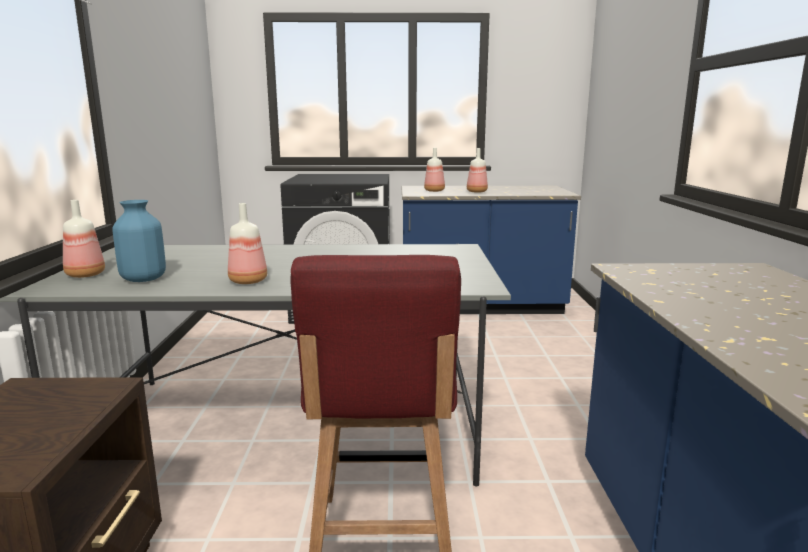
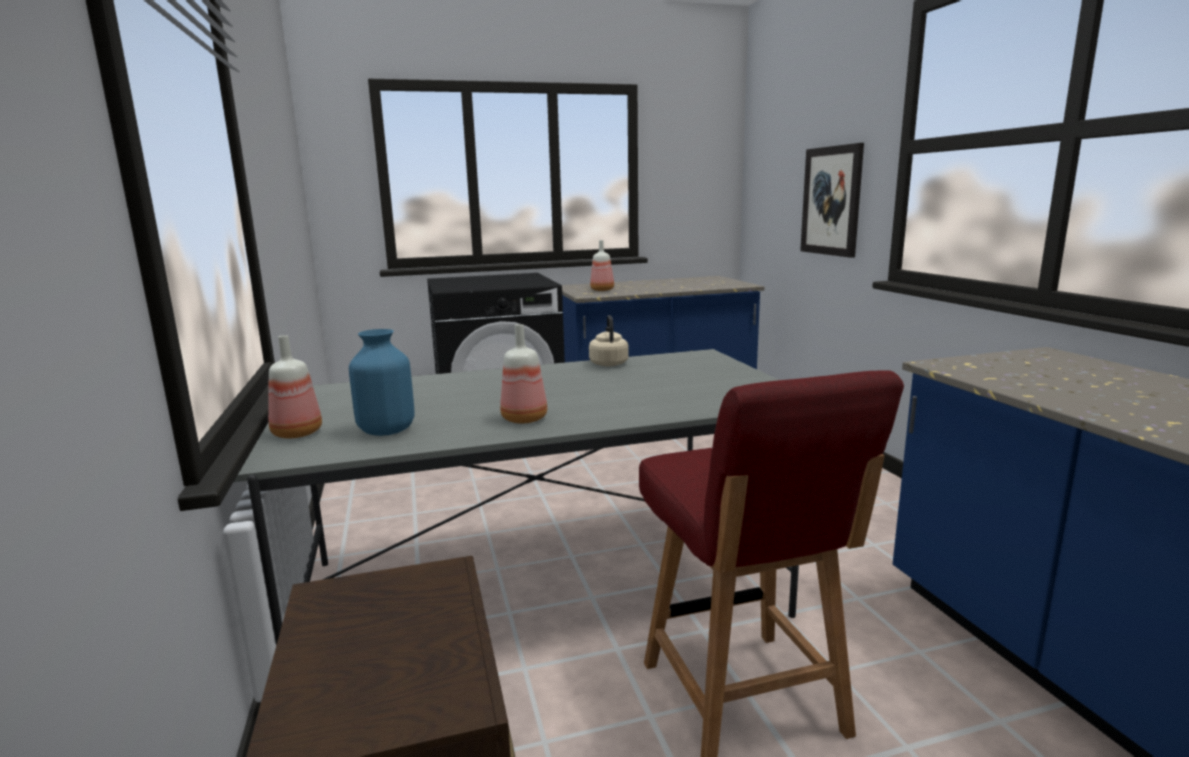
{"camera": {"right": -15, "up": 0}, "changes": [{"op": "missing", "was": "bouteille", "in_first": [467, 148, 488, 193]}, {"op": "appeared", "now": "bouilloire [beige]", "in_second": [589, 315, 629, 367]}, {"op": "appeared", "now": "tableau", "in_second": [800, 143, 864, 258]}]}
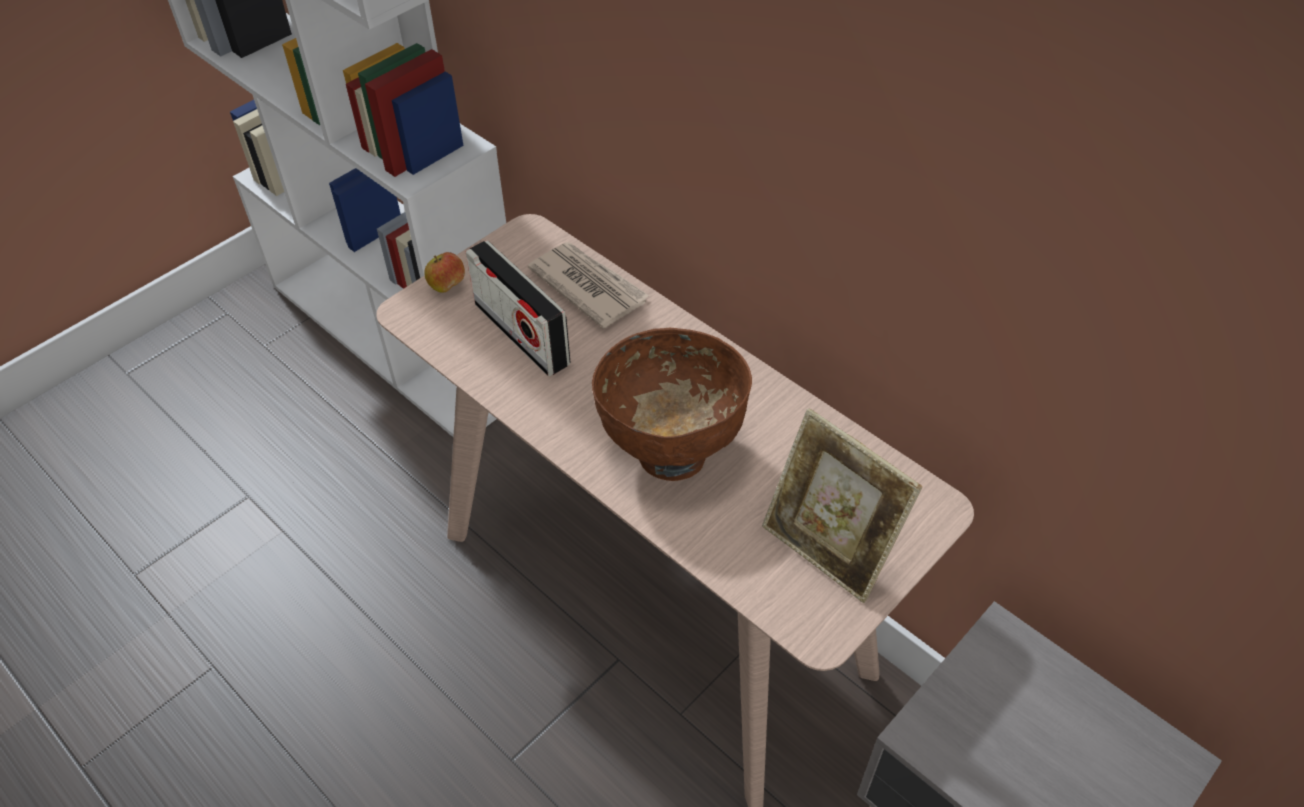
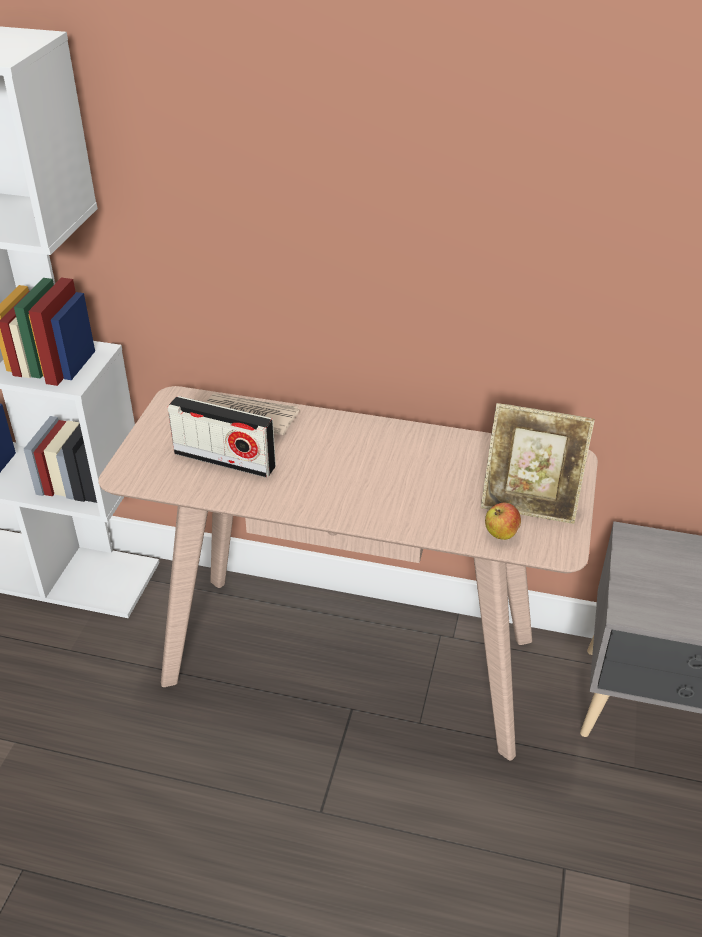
{"camera": {"right": -30, "up": -10}, "changes": [{"op": "relocated", "was": "pomme", "in_first": [424, 252, 465, 292], "in_second": [485, 503, 521, 540]}, {"op": "missing", "was": "bol [marron]", "in_first": [592, 328, 752, 481]}]}
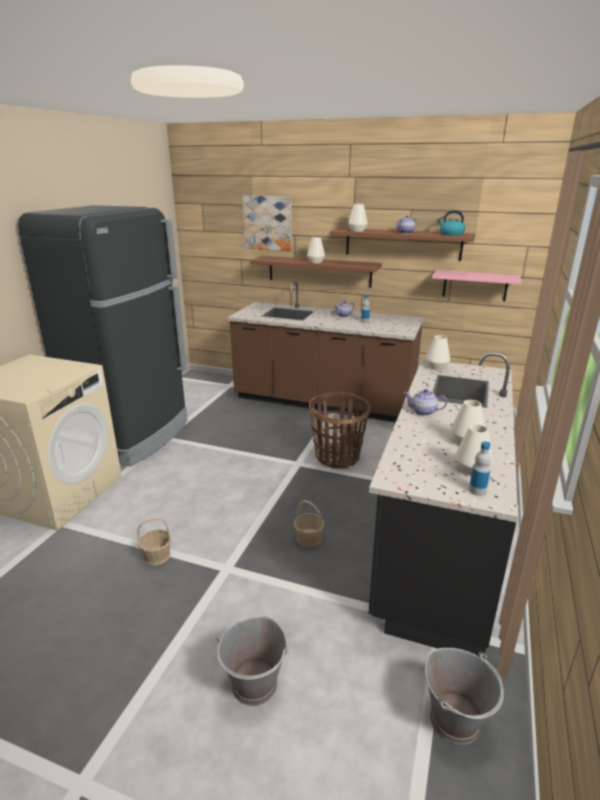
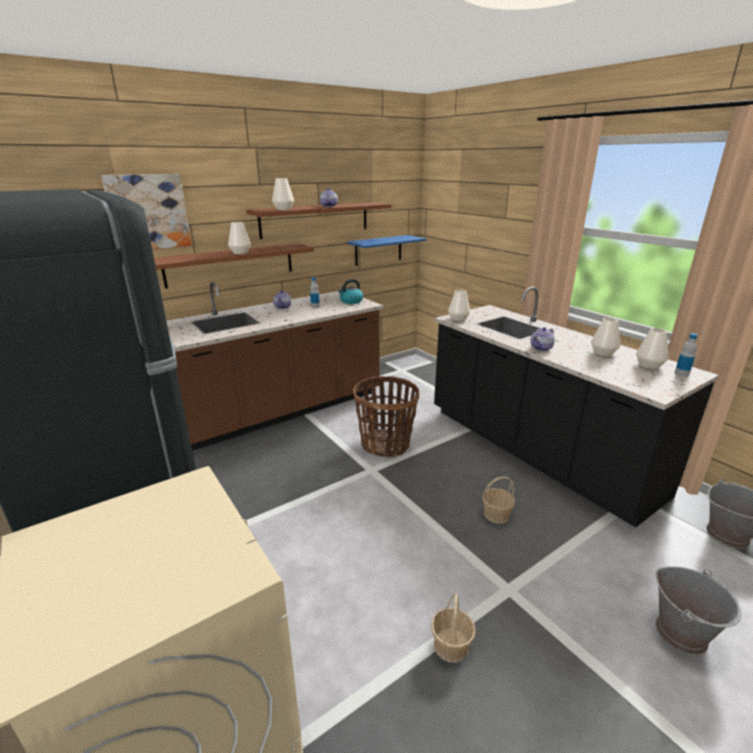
{"camera": {"right": -55, "up": 0}, "changes": [{"op": "colour", "was": "étagère [rose]", "now": "étagère [bleu]", "in_first": [432, 270, 522, 301], "in_second": [347, 235, 427, 266]}, {"op": "relocated", "was": "bouilloire", "in_first": [437, 210, 465, 236], "in_second": [338, 279, 363, 304]}]}
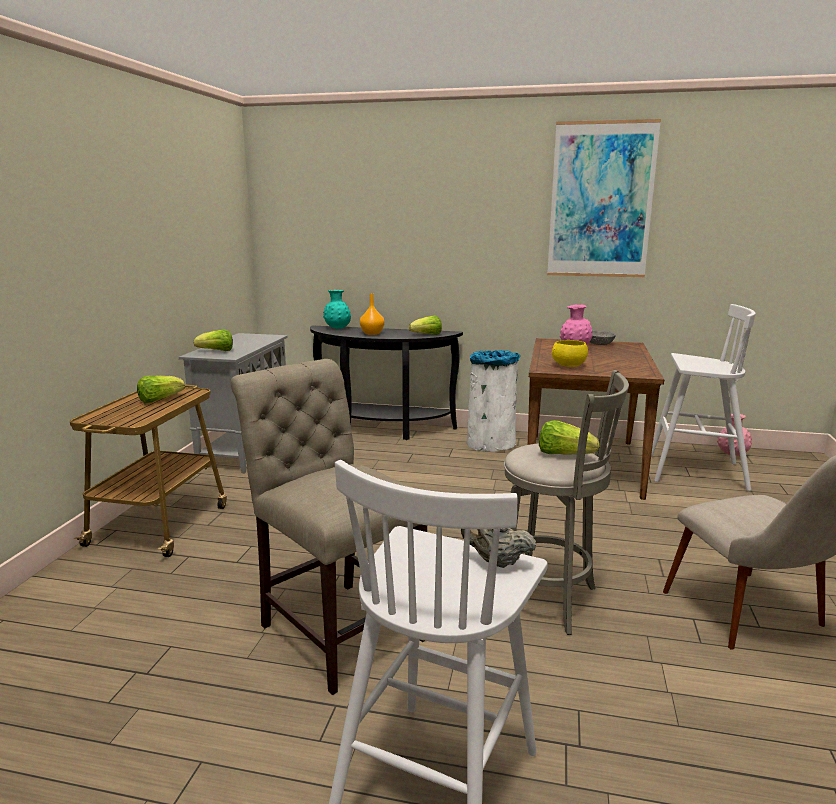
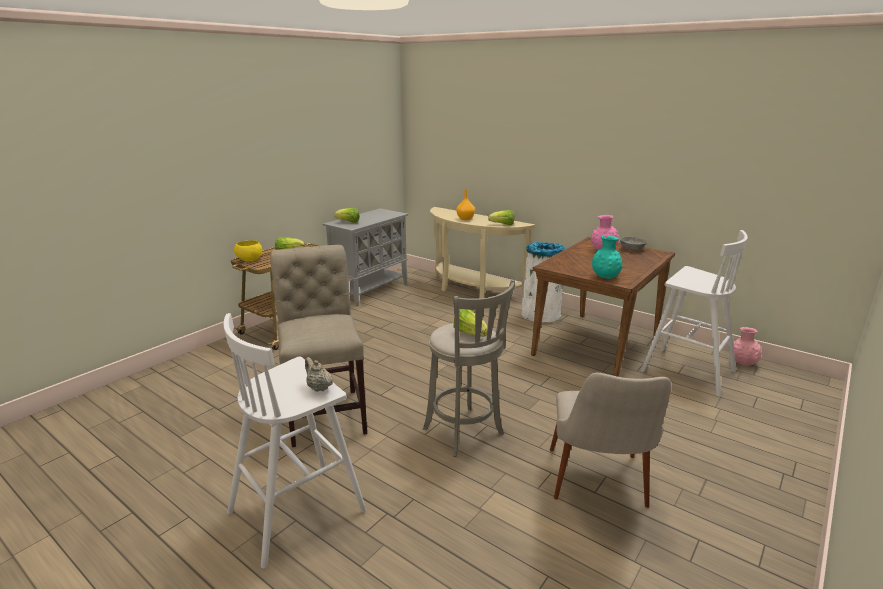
{"camera": {"right": 25, "up": 5}, "changes": [{"op": "colour", "was": "table console [noir]", "now": "table console [beige]", "in_first": [310, 326, 463, 440], "in_second": [430, 207, 535, 298]}, {"op": "relocated", "was": "vase [turquoise]", "in_first": [323, 290, 351, 329], "in_second": [591, 236, 623, 279]}, {"op": "missing", "was": "tableau", "in_first": [547, 119, 661, 277]}, {"op": "relocated", "was": "bol [jaune]", "in_first": [552, 340, 588, 367], "in_second": [234, 240, 263, 261]}]}
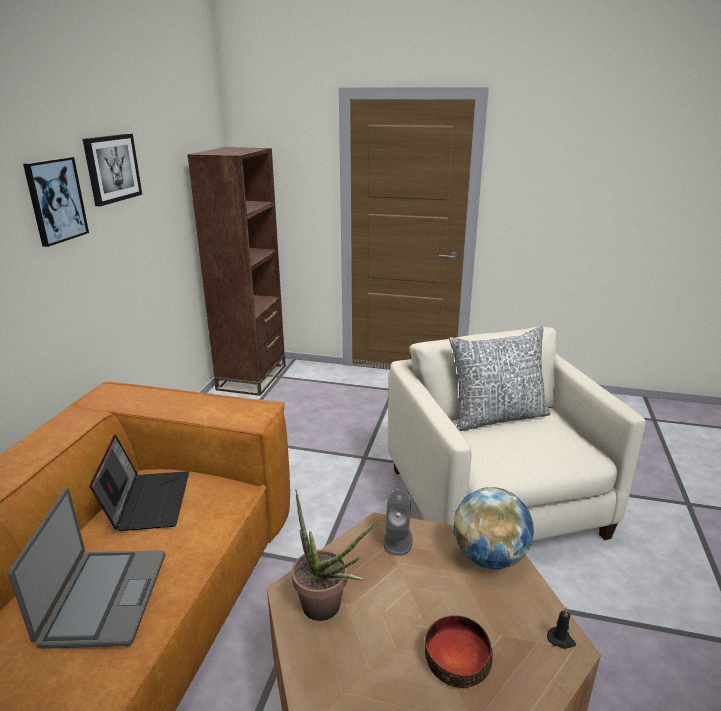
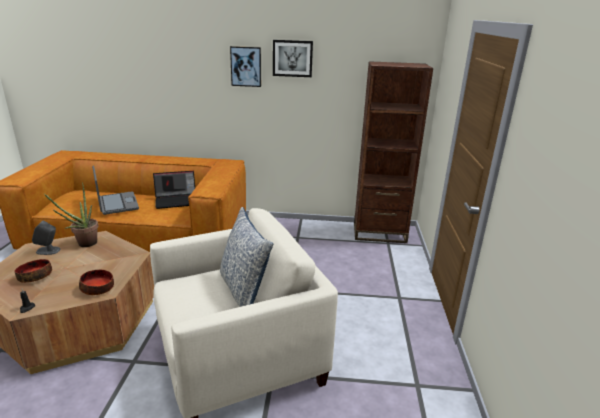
{"camera": {"right": 80, "up": 0}, "changes": [{"op": "spun", "was": "ordinateur portable", "in_first": [8, 488, 165, 649], "in_second": [92, 165, 139, 215], "clockwise": -105}, {"op": "relocated", "was": "enceinte [gris]", "in_first": [384, 488, 412, 556], "in_second": [32, 220, 60, 255]}, {"op": "exchanged", "was": "globe", "now": "bol", "in_first": [453, 487, 534, 569], "in_second": [79, 270, 114, 295]}]}
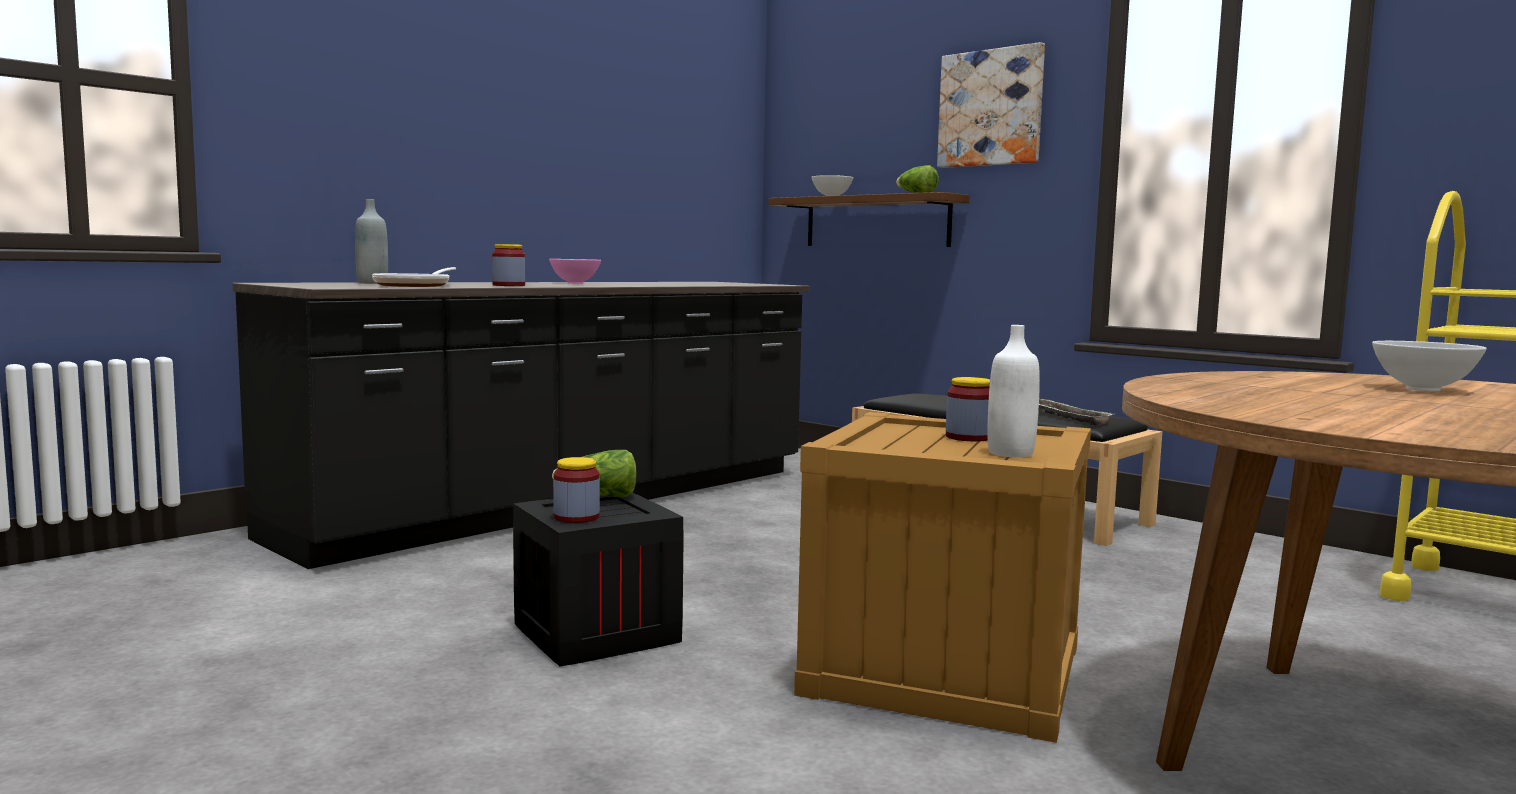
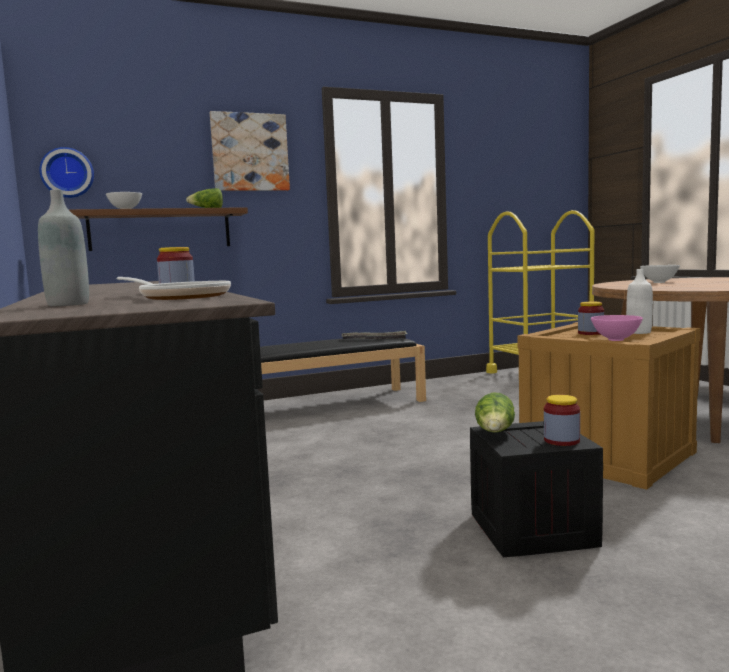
{"camera": {"right": -65, "up": 0}, "changes": [{"op": "relocated", "was": "bol [rose]", "in_first": [549, 259, 601, 284], "in_second": [591, 315, 643, 341]}, {"op": "appeared", "now": "horloge murale", "in_second": [39, 147, 94, 198]}]}
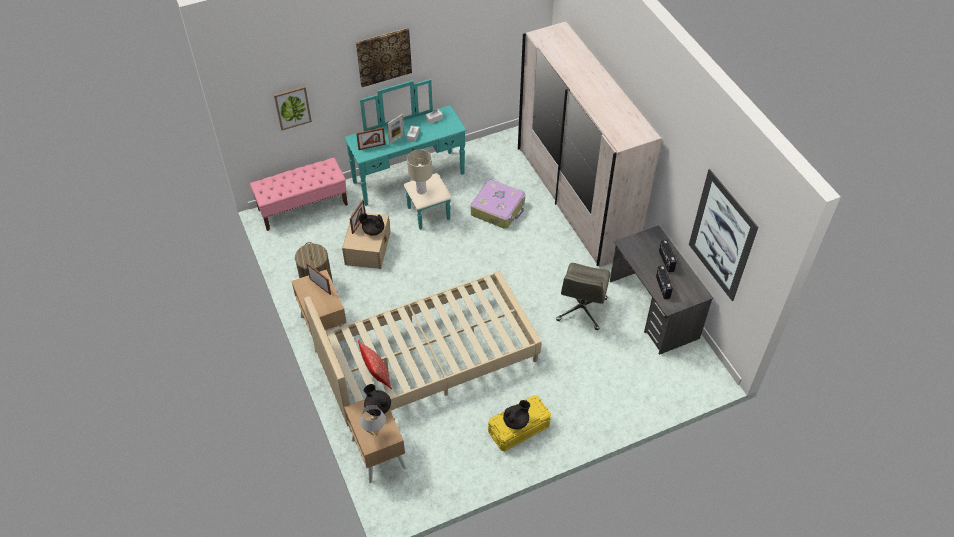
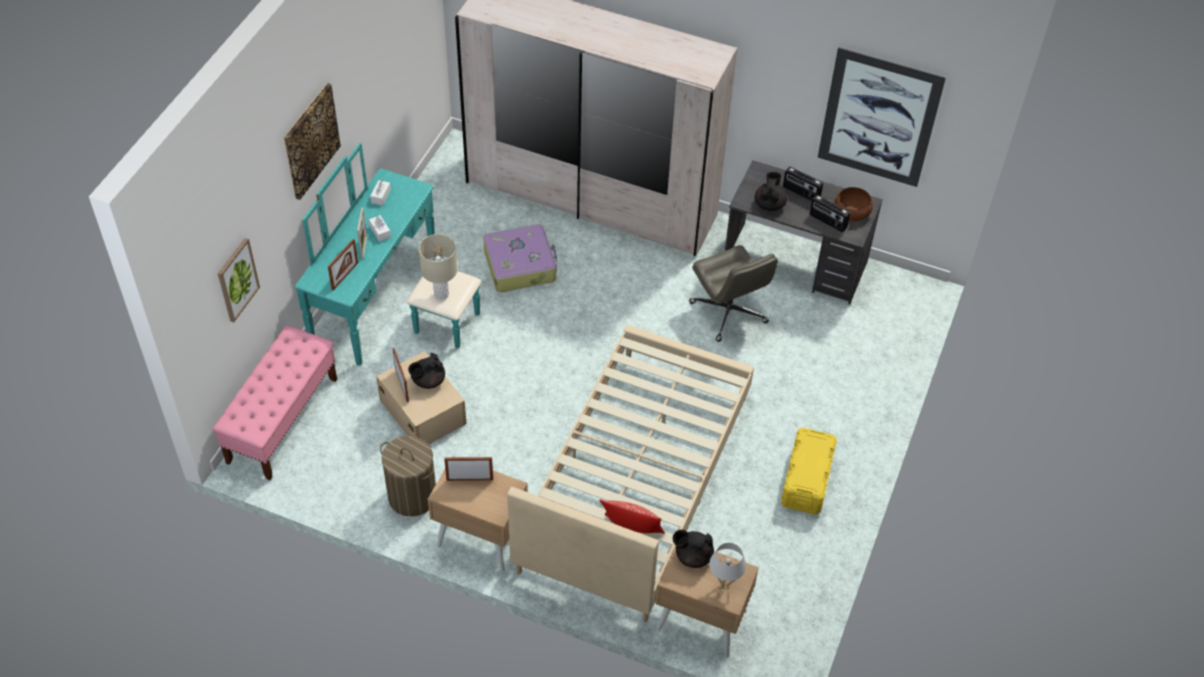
{"camera": {"right": -45, "up": 0}, "changes": [{"op": "relocated", "was": "théière [noir]", "in_first": [503, 400, 530, 429], "in_second": [755, 172, 788, 211]}, {"op": "appeared", "now": "bol [marron]", "in_second": [834, 187, 873, 221]}]}
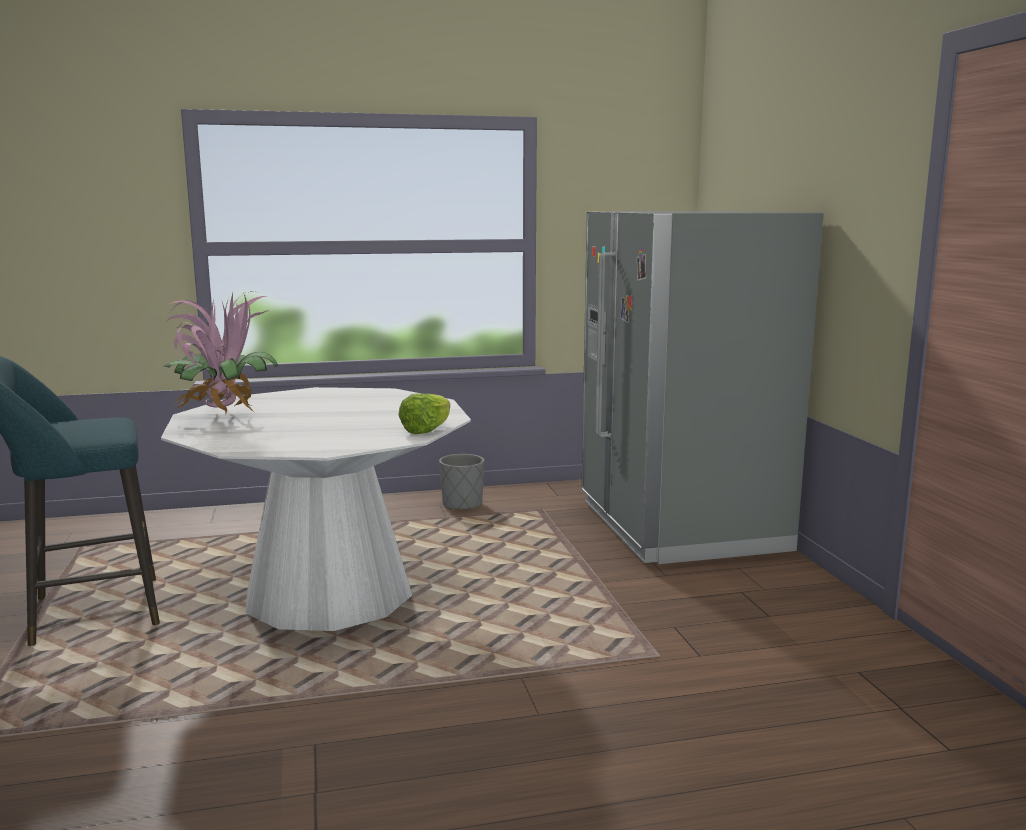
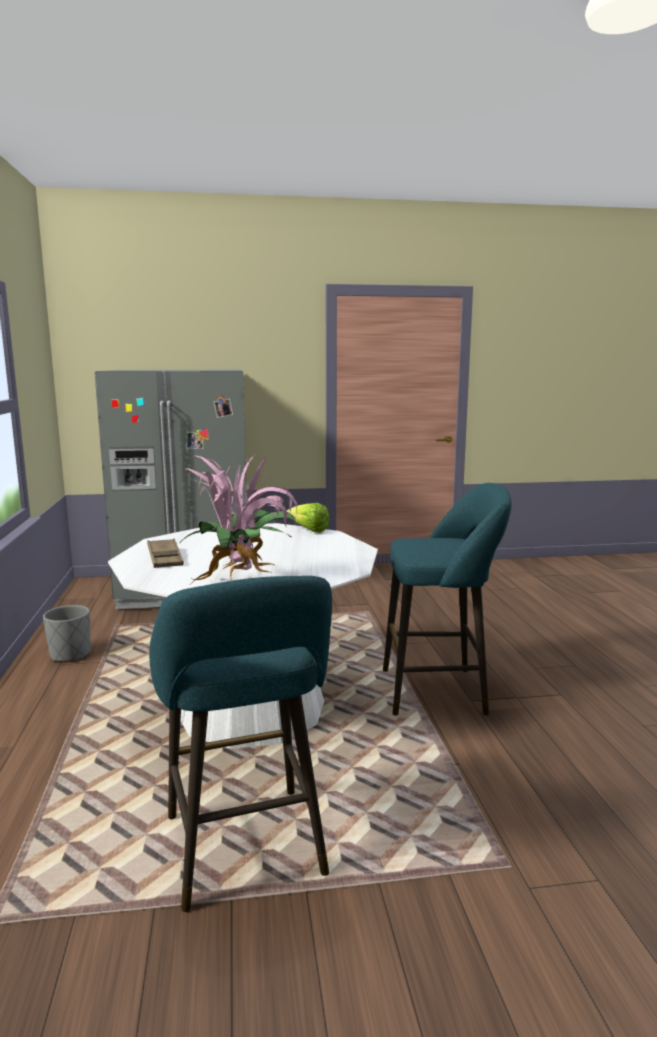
{"camera": {"right": -85, "up": 0}, "changes": [{"op": "appeared", "now": "plateau [marron]", "in_second": [147, 539, 184, 568]}, {"op": "appeared", "now": "tabouret [turquoise]", "in_second": [383, 483, 512, 716]}]}
